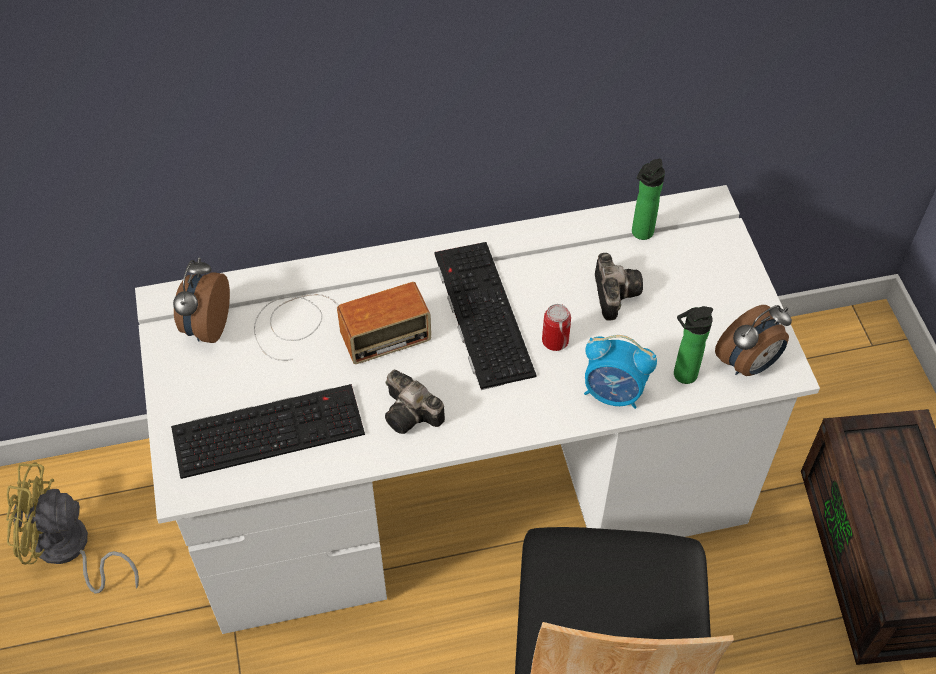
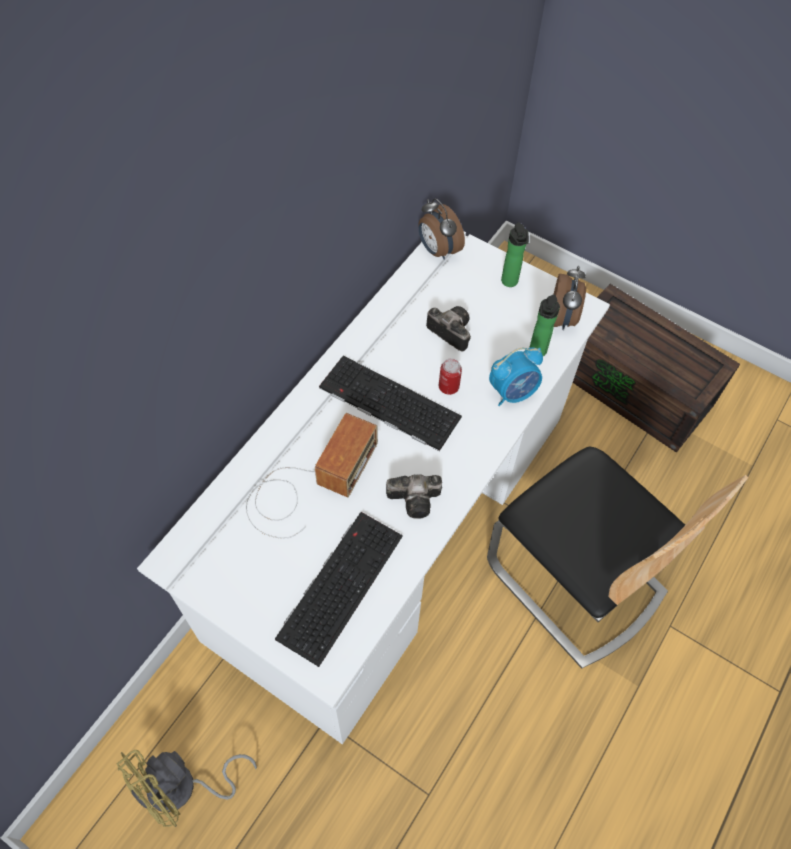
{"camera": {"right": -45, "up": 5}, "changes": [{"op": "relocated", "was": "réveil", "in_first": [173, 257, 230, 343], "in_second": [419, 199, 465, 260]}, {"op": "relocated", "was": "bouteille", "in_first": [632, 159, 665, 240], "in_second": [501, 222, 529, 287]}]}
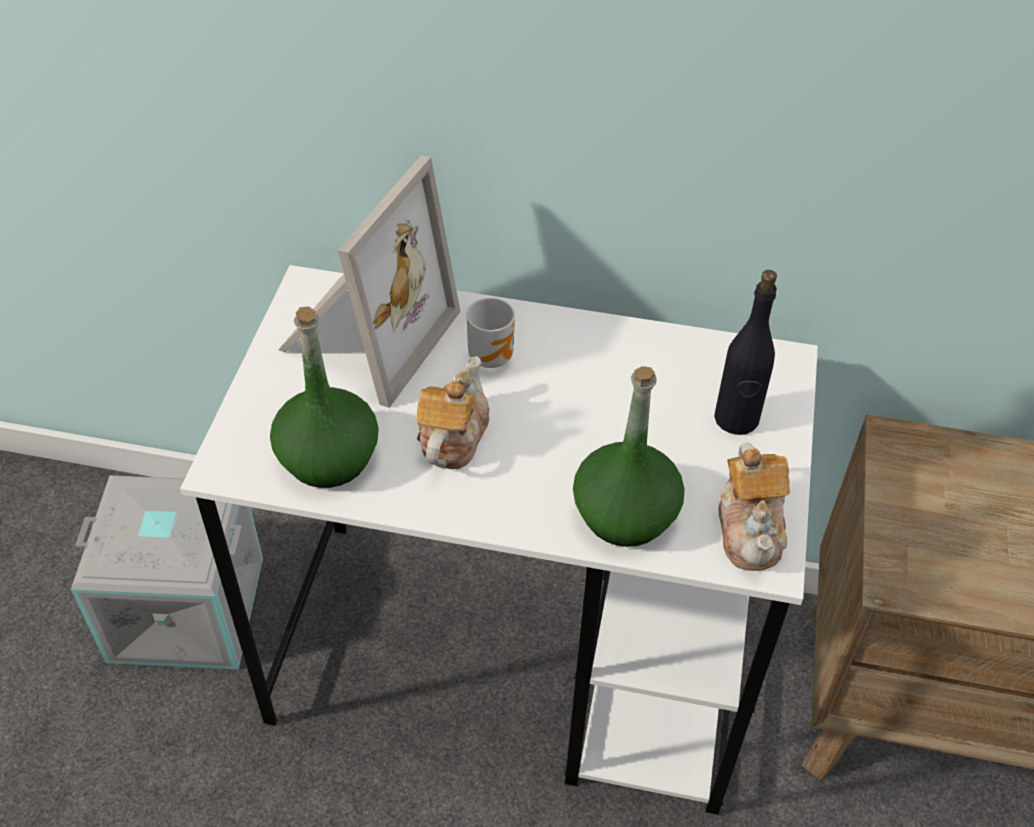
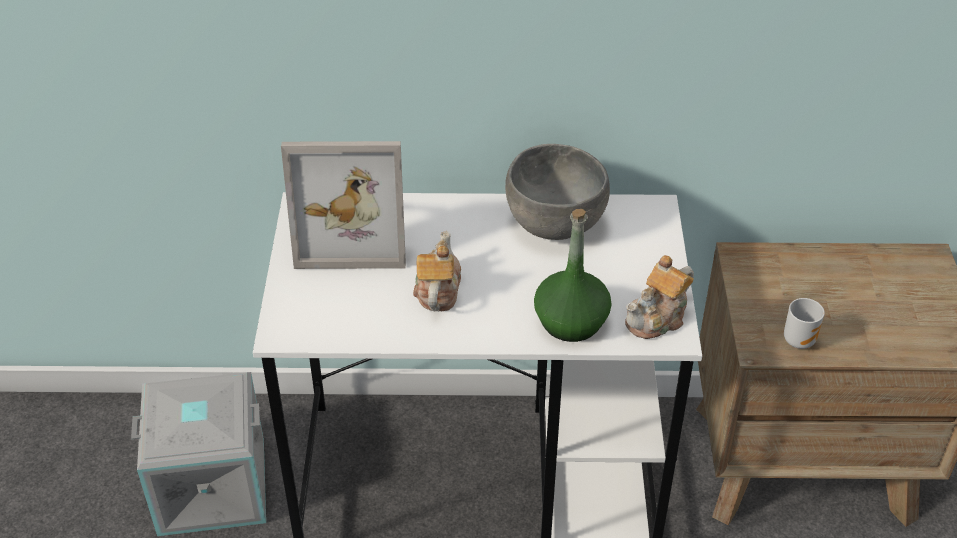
{"camera": {"right": -10, "up": -5}, "changes": [{"op": "missing", "was": "bouteille [vert]", "in_first": [270, 306, 379, 488]}, {"op": "spun", "was": "cadre photo", "in_first": [278, 155, 460, 408], "in_second": [281, 141, 406, 269], "clockwise": 75}, {"op": "relocated", "was": "mug", "in_first": [466, 298, 515, 368], "in_second": [784, 298, 825, 349]}, {"op": "missing", "was": "bouteille [noir]", "in_first": [714, 270, 777, 435]}, {"op": "spun", "was": "théière", "in_first": [718, 442, 790, 571], "in_second": [625, 255, 694, 339], "clockwise": 60}, {"op": "appeared", "now": "bol [gris]", "in_second": [505, 144, 610, 240]}]}
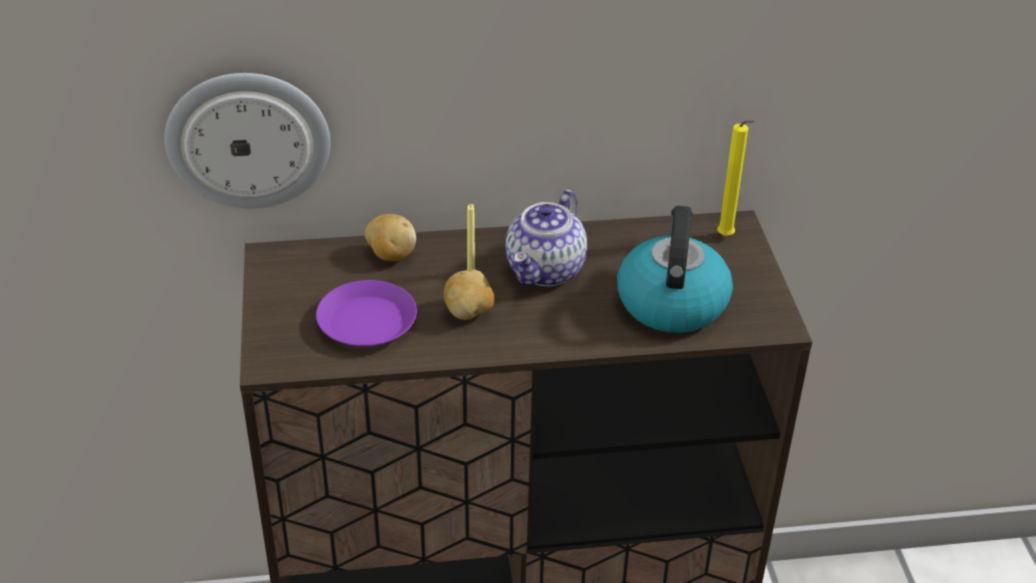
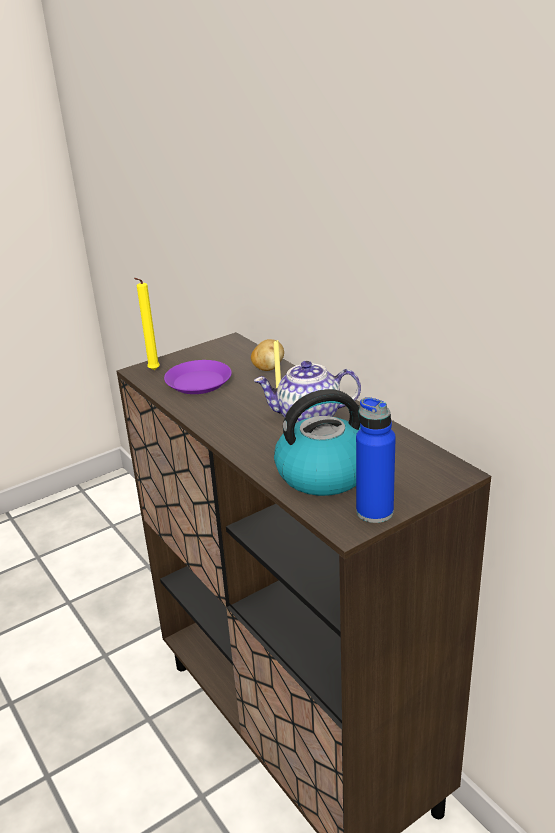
{"camera": {"right": 65, "up": -10}, "changes": [{"op": "missing", "was": "horloge murale", "in_first": [164, 73, 331, 208]}, {"op": "missing", "was": "pomme de terre", "in_first": [444, 269, 495, 320]}, {"op": "relocated", "was": "bougie [jaune]", "in_first": [717, 120, 754, 236], "in_second": [134, 278, 160, 370]}, {"op": "appeared", "now": "bouteille [bleu]", "in_second": [356, 397, 396, 523]}]}
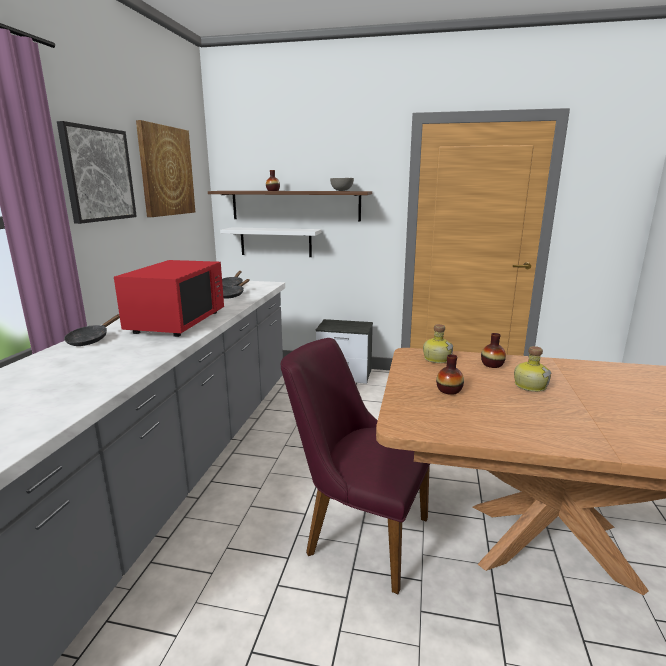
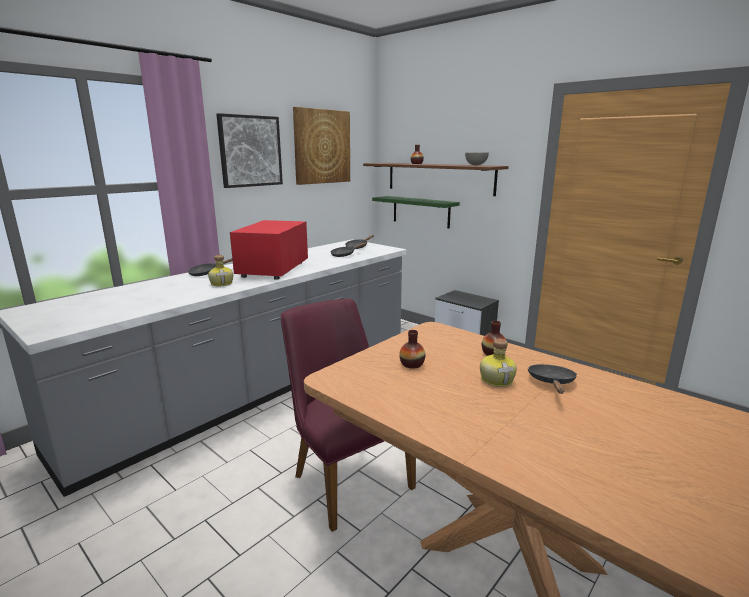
{"camera": {"right": 30, "up": 0}, "changes": [{"op": "spun", "was": "micro-ondes [rouge]", "in_first": [114, 260, 224, 337], "in_second": [230, 220, 308, 280], "clockwise": 150}, {"op": "colour", "was": "étagère [blanc]", "now": "étagère [vert]", "in_first": [220, 227, 322, 257], "in_second": [372, 196, 460, 228]}, {"op": "relocated", "was": "bouteille", "in_first": [423, 324, 453, 363], "in_second": [208, 255, 233, 286]}, {"op": "appeared", "now": "poêle [noir]", "in_second": [528, 364, 577, 394]}]}
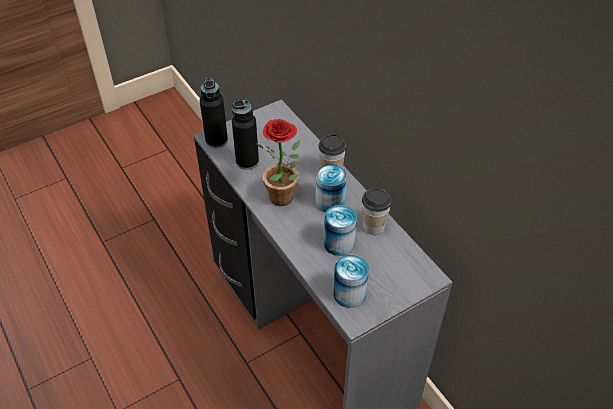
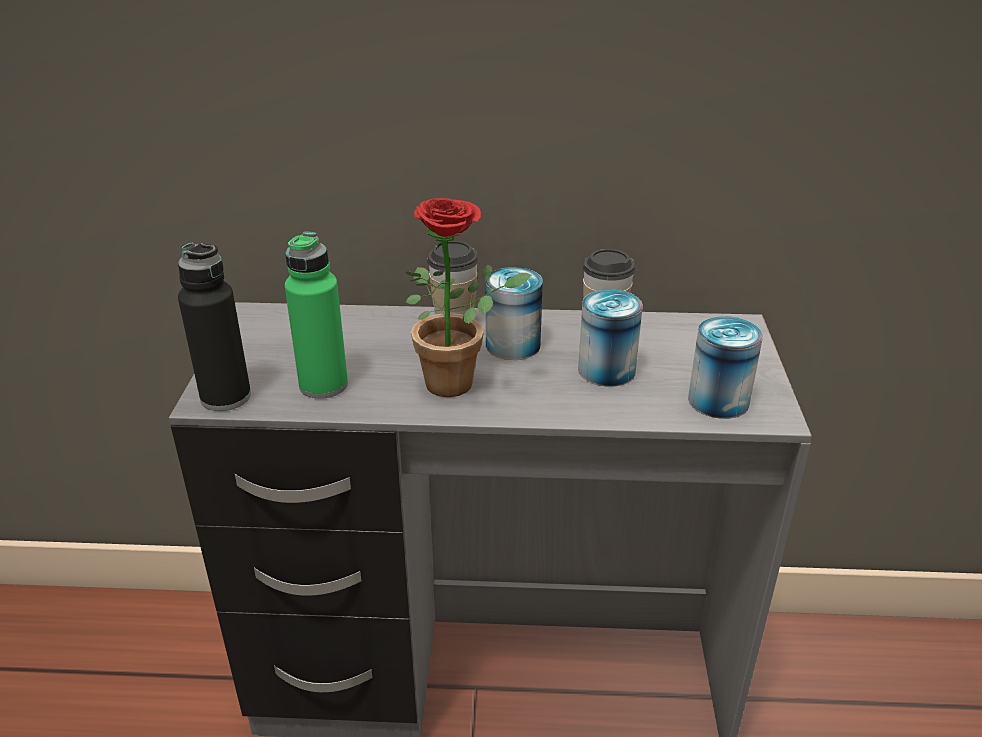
{"camera": {"right": -55, "up": -15}, "changes": [{"op": "colour", "was": "bouteille [noir]", "now": "bouteille [vert]", "in_first": [232, 100, 259, 170], "in_second": [285, 232, 348, 399]}]}
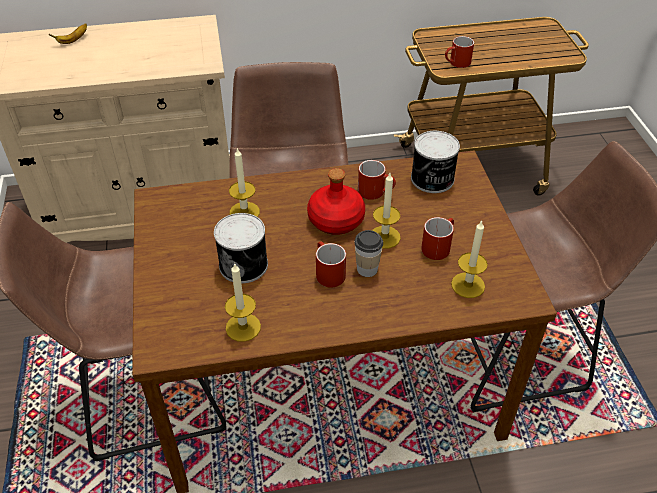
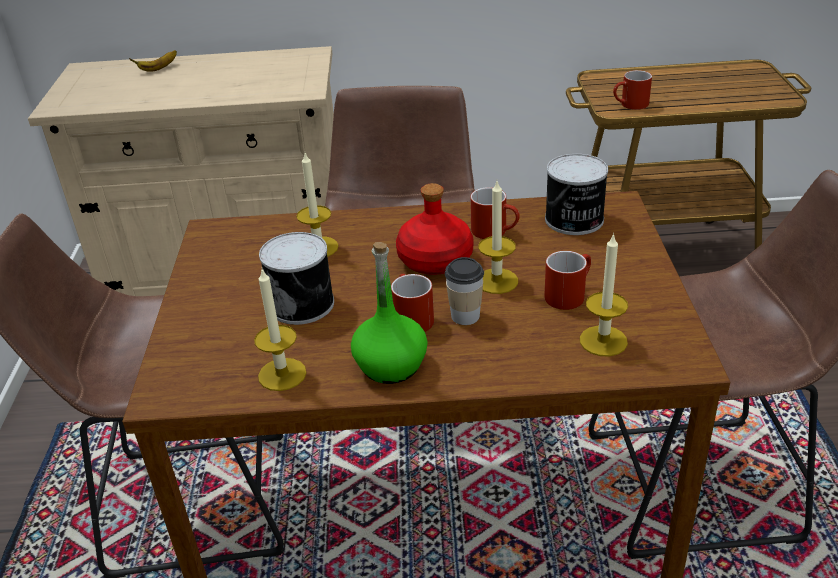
{"camera": {"right": 10, "up": -10}, "changes": [{"op": "appeared", "now": "bouteille [vert]", "in_second": [351, 242, 428, 384]}]}
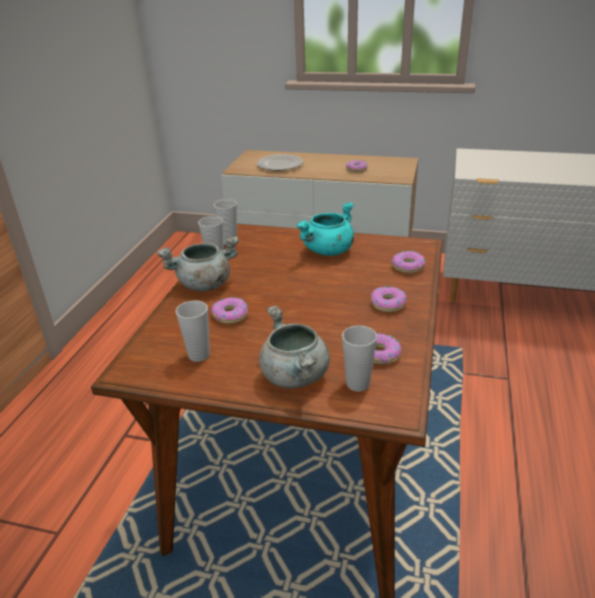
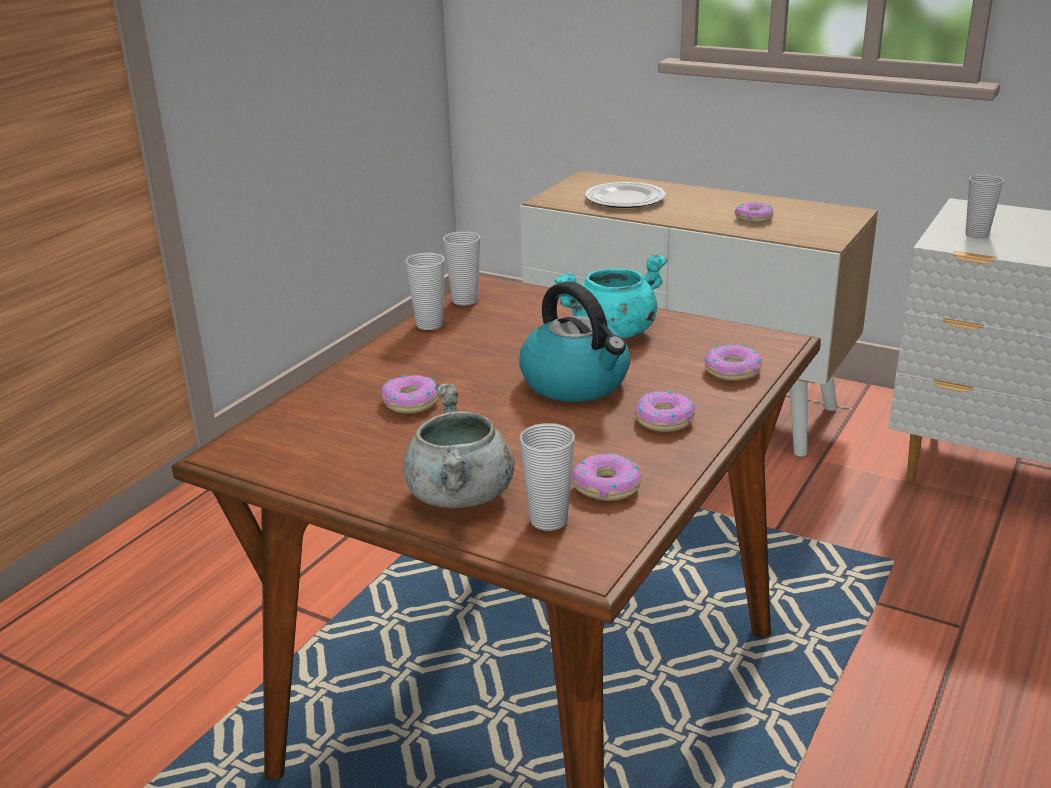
{"camera": {"right": 15, "up": -5}, "changes": [{"op": "missing", "was": "marmite [gris]", "in_first": [157, 236, 239, 291]}, {"op": "relocated", "was": "tasse", "in_first": [176, 301, 210, 362], "in_second": [965, 174, 1003, 238]}, {"op": "appeared", "now": "bouilloire", "in_second": [519, 281, 630, 402]}]}
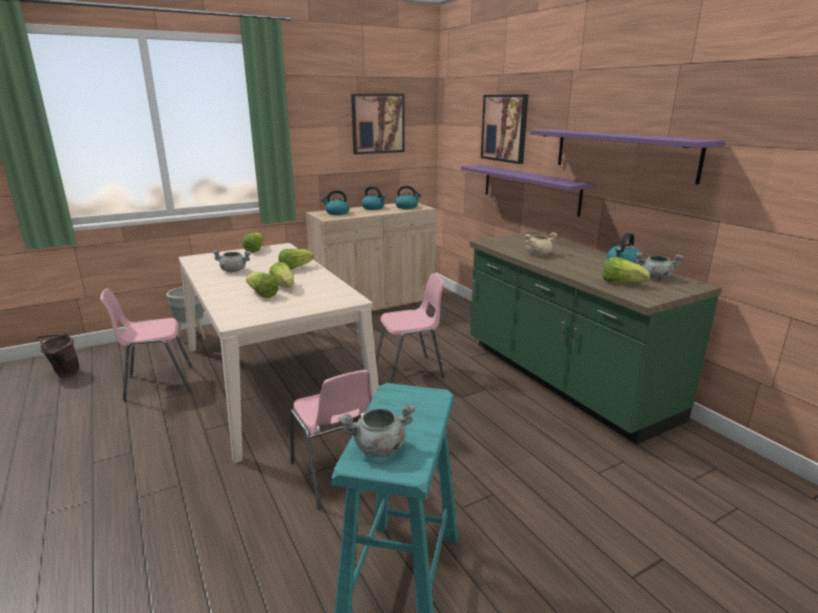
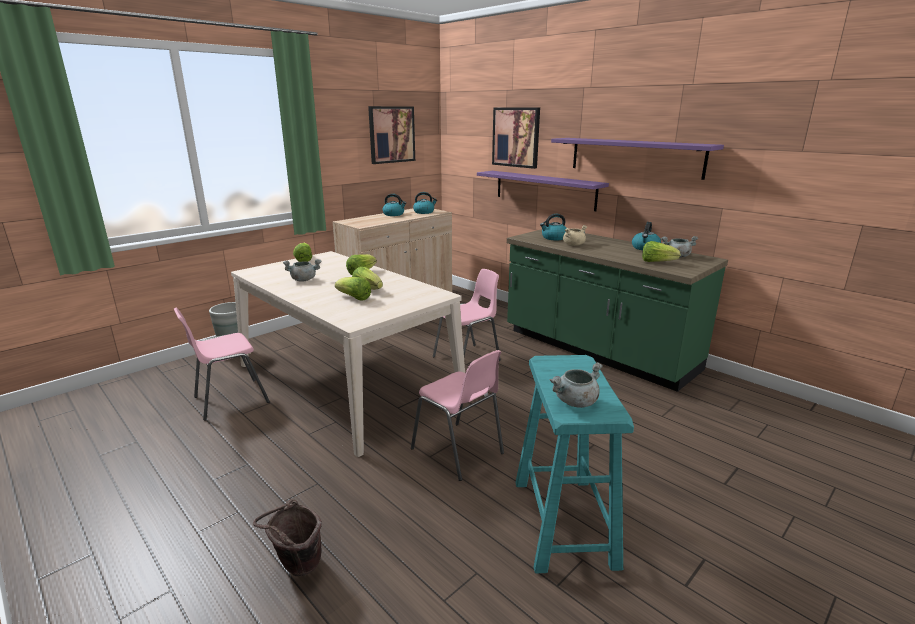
{"camera": {"right": -15, "up": 0}, "changes": [{"op": "relocated", "was": "seau [marron]", "in_first": [34, 332, 79, 377], "in_second": [253, 499, 322, 576]}, {"op": "relocated", "was": "bouilloire", "in_first": [321, 190, 349, 215], "in_second": [540, 214, 566, 240]}]}
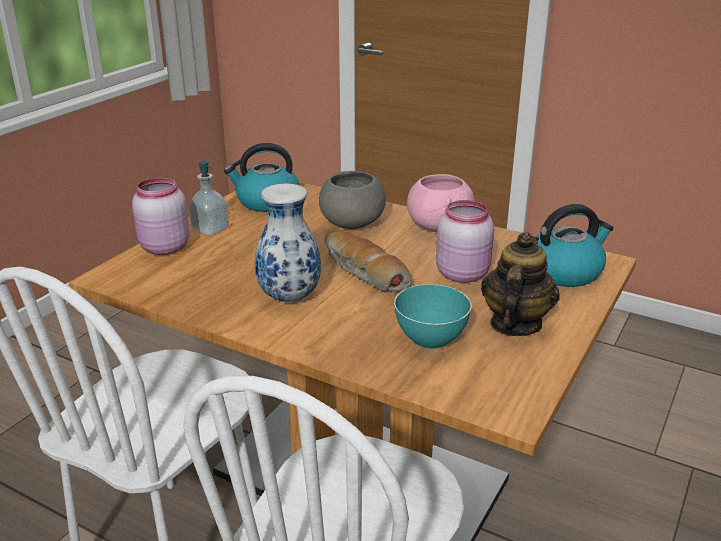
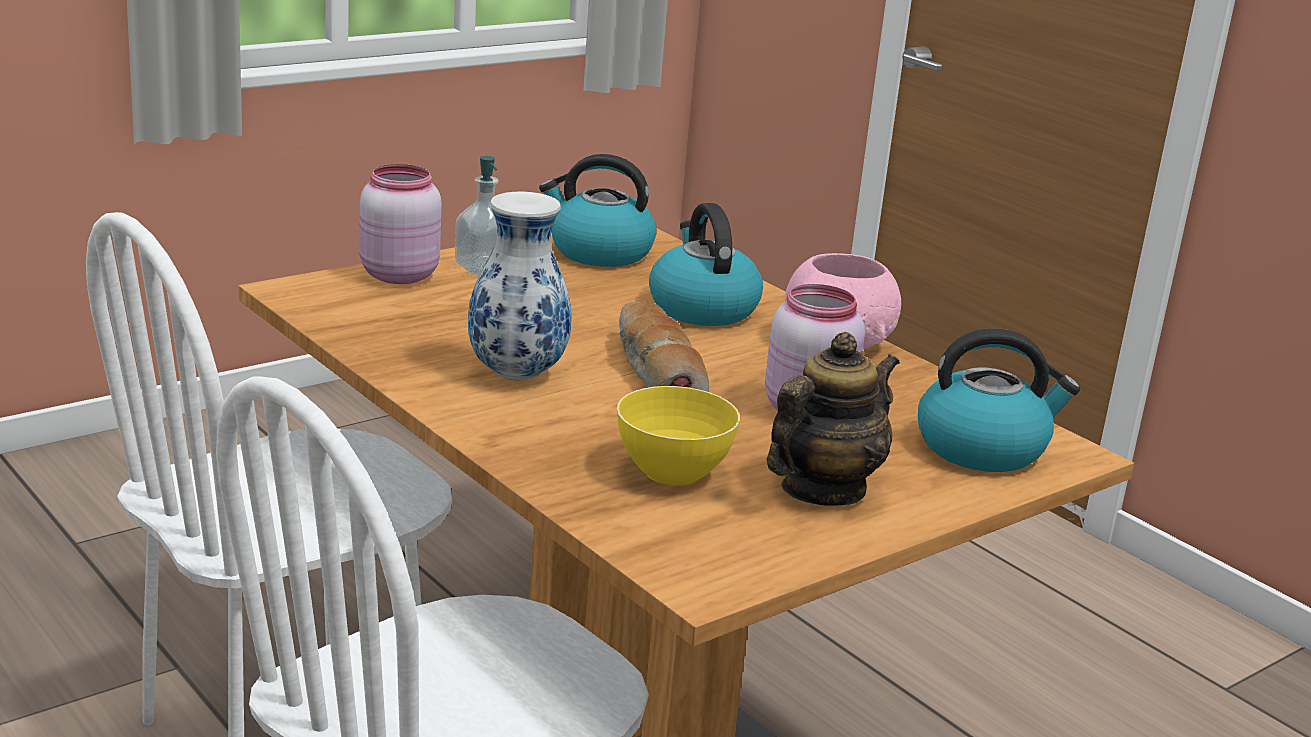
{"camera": {"right": 20, "up": -5}, "changes": [{"op": "exchanged", "was": "bol [gris]", "now": "bouilloire", "in_first": [319, 171, 386, 229], "in_second": [649, 203, 763, 326]}, {"op": "colour", "was": "bol [turquoise]", "now": "bol [jaune]", "in_first": [394, 284, 472, 349], "in_second": [617, 386, 740, 486]}]}
